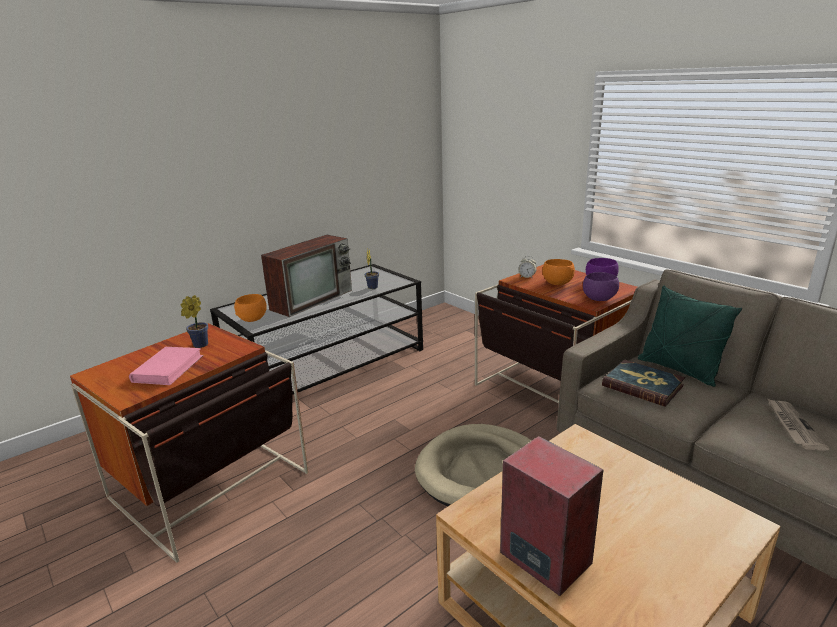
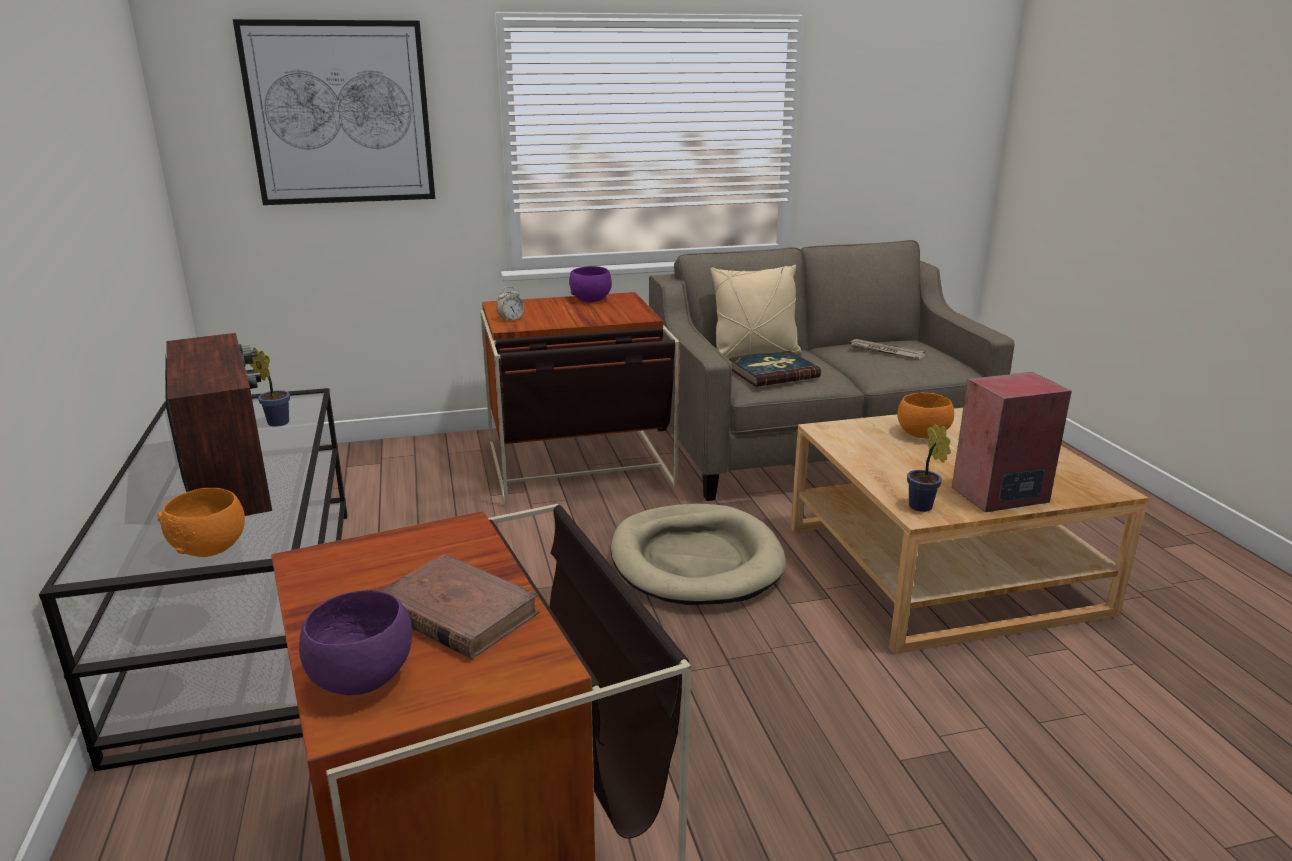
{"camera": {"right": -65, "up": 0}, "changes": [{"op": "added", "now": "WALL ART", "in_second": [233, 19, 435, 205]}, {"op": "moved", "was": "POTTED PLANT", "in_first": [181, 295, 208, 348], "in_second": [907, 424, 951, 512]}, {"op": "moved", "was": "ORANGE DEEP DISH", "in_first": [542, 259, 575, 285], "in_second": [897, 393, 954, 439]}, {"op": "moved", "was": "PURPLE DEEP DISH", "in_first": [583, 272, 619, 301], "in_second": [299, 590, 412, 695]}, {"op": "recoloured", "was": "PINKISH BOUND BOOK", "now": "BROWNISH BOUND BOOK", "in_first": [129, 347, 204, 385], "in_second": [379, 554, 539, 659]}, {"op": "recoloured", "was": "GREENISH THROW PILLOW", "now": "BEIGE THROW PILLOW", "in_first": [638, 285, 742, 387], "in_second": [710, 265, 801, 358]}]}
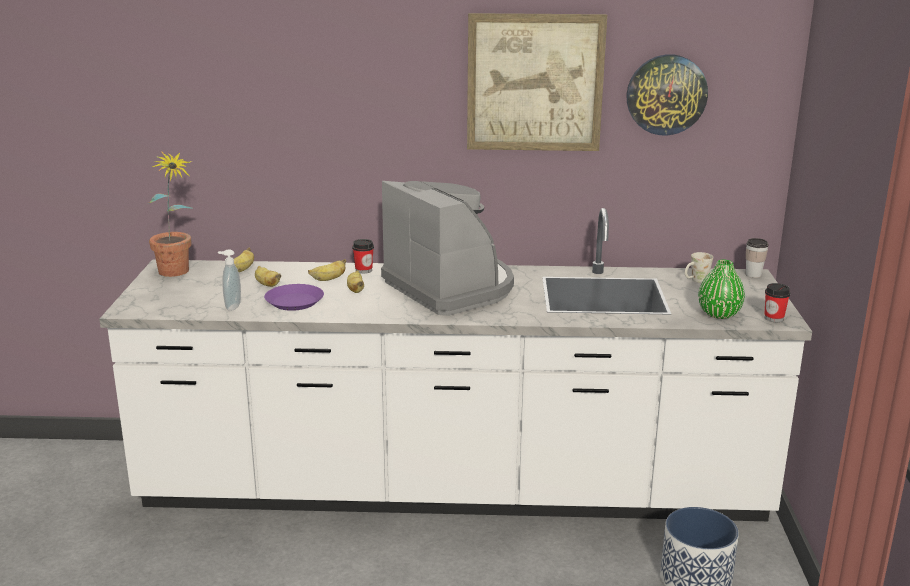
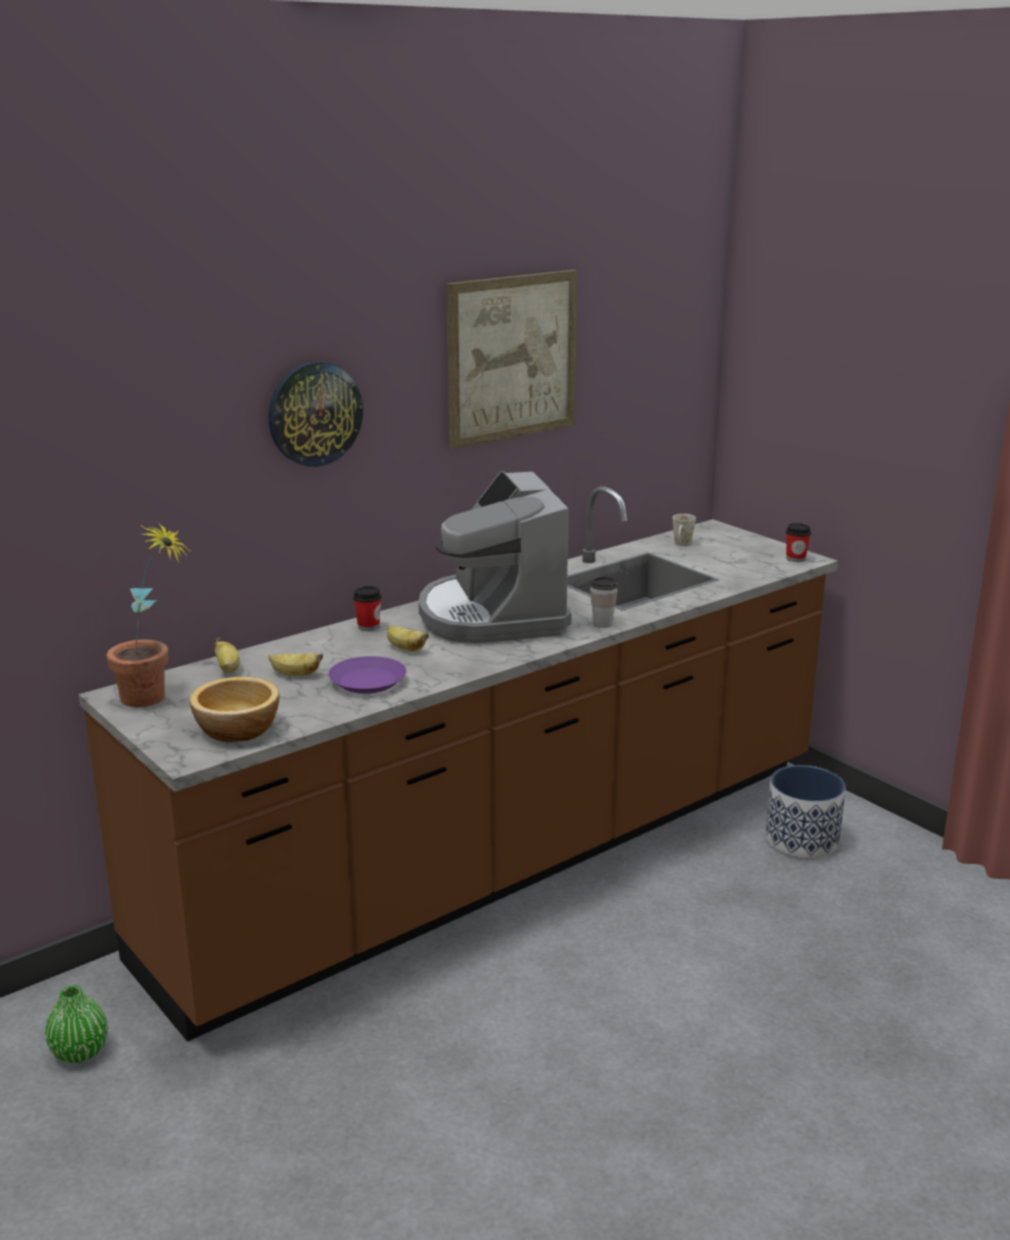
{"camera": {"right": -40, "up": 0}, "changes": [{"op": "removed", "was": "SOAP DISPENSER", "in_first": [218, 249, 241, 311]}, {"op": "removed", "was": "BANANA FRUIT", "in_first": [308, 259, 346, 281]}, {"op": "added", "now": "DEEP DISH", "in_second": [190, 677, 279, 742]}, {"op": "moved", "was": "WALL CLOCK", "in_first": [626, 54, 708, 135], "in_second": [268, 362, 363, 467]}, {"op": "moved", "was": "GREENISH DECORATIVE VASE", "in_first": [698, 260, 745, 319], "in_second": [45, 986, 108, 1063]}, {"op": "moved", "was": "DRINKING CUP", "in_first": [746, 238, 769, 278], "in_second": [590, 577, 618, 628]}, {"op": "recoloured", "was": "WHITE-COLOURED COUNTER", "now": "BROWNISH COUNTER", "in_first": [99, 208, 812, 521], "in_second": [79, 486, 838, 1042]}, {"op": "turned", "was": "COFFEE BREWER", "in_first": [381, 181, 514, 316], "in_second": [419, 471, 572, 643], "clockwise": -120}]}
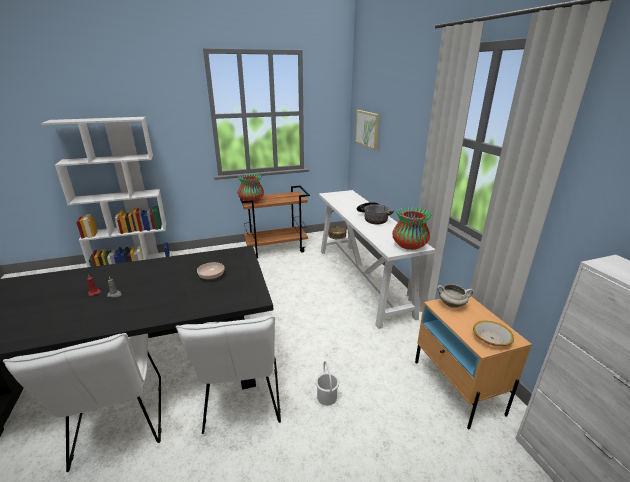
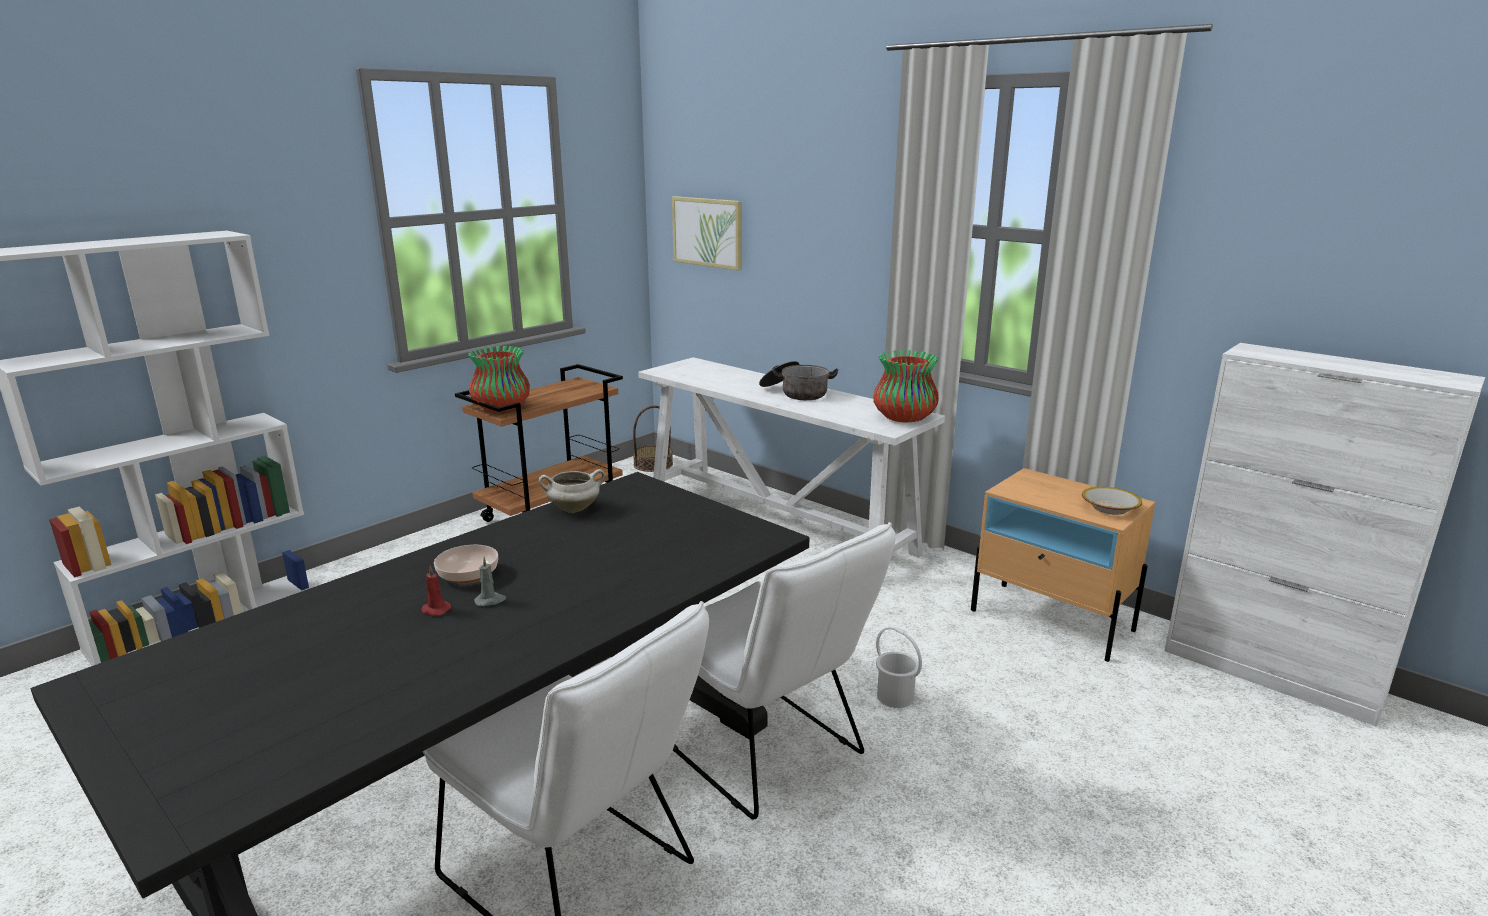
{"camera": {"right": -30, "up": -5}, "changes": [{"op": "moved", "was": "DEEP DISH", "in_first": [197, 262, 224, 280], "in_second": [434, 545, 498, 584]}, {"op": "moved", "was": "WHITE-COLOURED SAUCEPOT", "in_first": [437, 284, 473, 308], "in_second": [539, 469, 605, 513]}]}
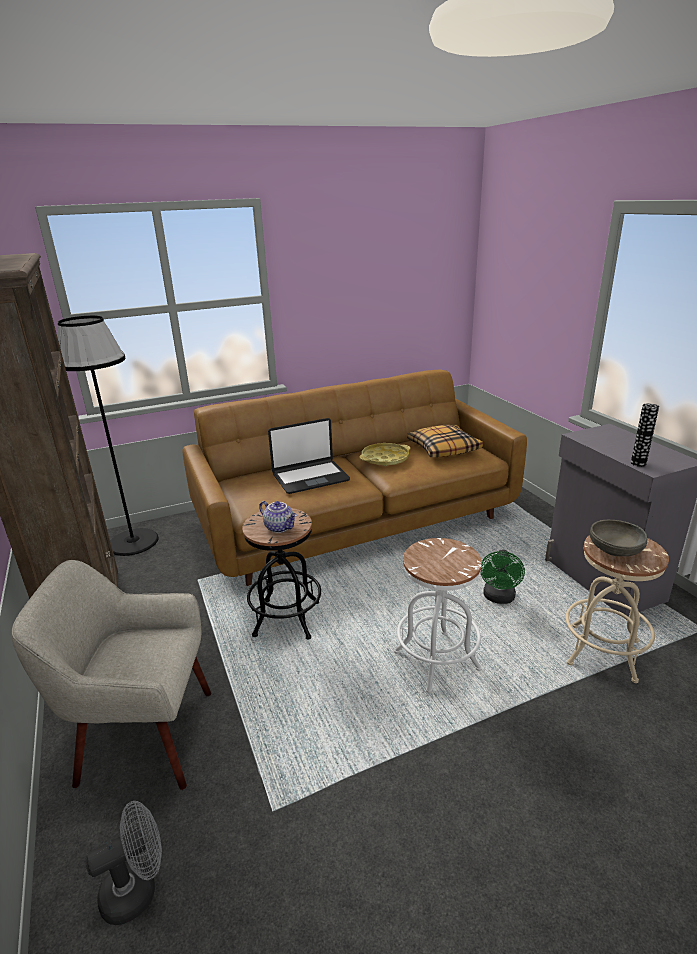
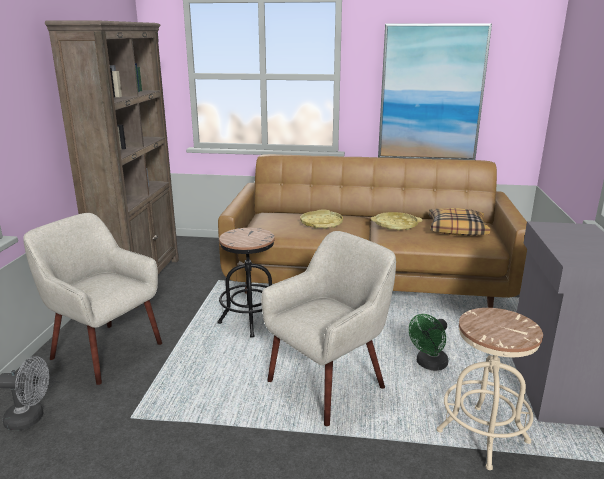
{"camera": {"right": 30, "up": -5}, "changes": [{"op": "removed", "was": "BLACKISH STANDARD LAMP", "in_first": [57, 316, 158, 556]}, {"op": "removed", "was": "TEA POT", "in_first": [259, 501, 297, 533]}, {"op": "removed", "was": "GREYISH DEEP DISH", "in_first": [590, 520, 648, 556]}, {"op": "removed", "was": "DECORATIVE VASE", "in_first": [631, 403, 659, 467]}, {"op": "added", "now": "WALL ART", "in_second": [378, 23, 492, 160]}, {"op": "replaced", "was": "LAPTOP", "now": "YELLOWISH TRAY", "in_first": [268, 418, 350, 494], "in_second": [300, 210, 343, 229]}, {"op": "replaced", "was": "WHITE-COLOURED SITTING STOOL", "now": "BEIGE EASY CHAIR", "in_first": [394, 538, 482, 693], "in_second": [261, 231, 396, 426]}]}
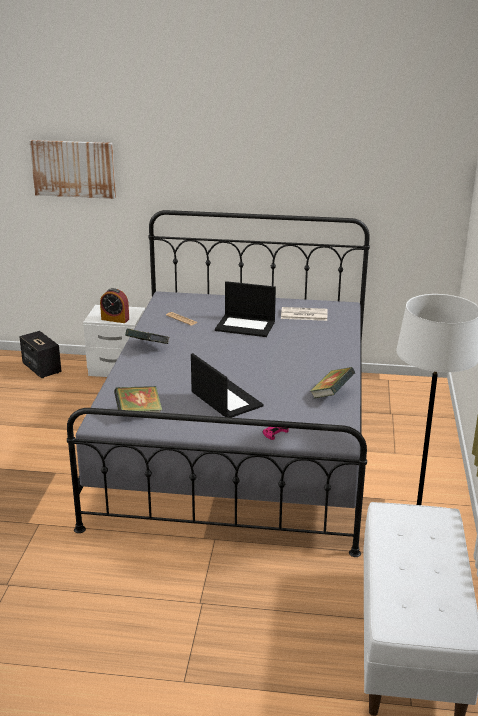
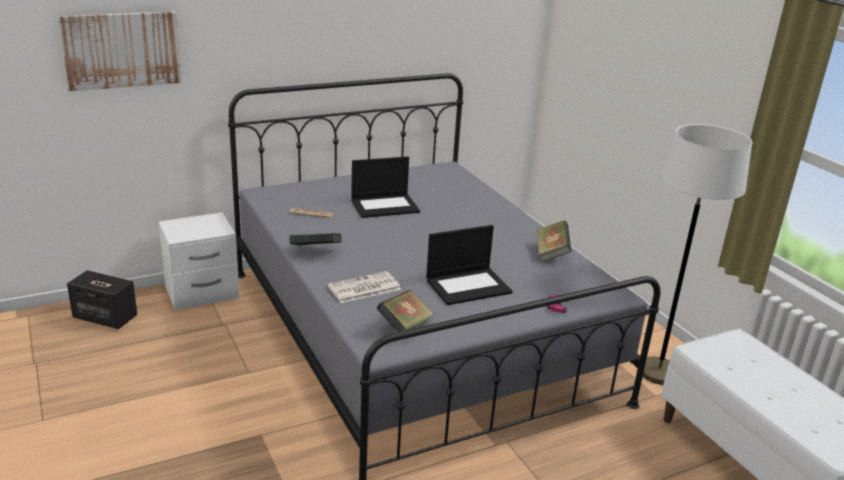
{"camera": {"right": -35, "up": 0}, "changes": [{"op": "removed", "was": "TABLE CLOCK", "in_first": [100, 288, 129, 323]}, {"op": "moved", "was": "DAILY PAPER", "in_first": [281, 307, 327, 321], "in_second": [328, 271, 401, 303]}, {"op": "turned", "was": "LAPTOP", "in_first": [191, 353, 264, 418], "in_second": [426, 225, 513, 305], "clockwise": 135}]}
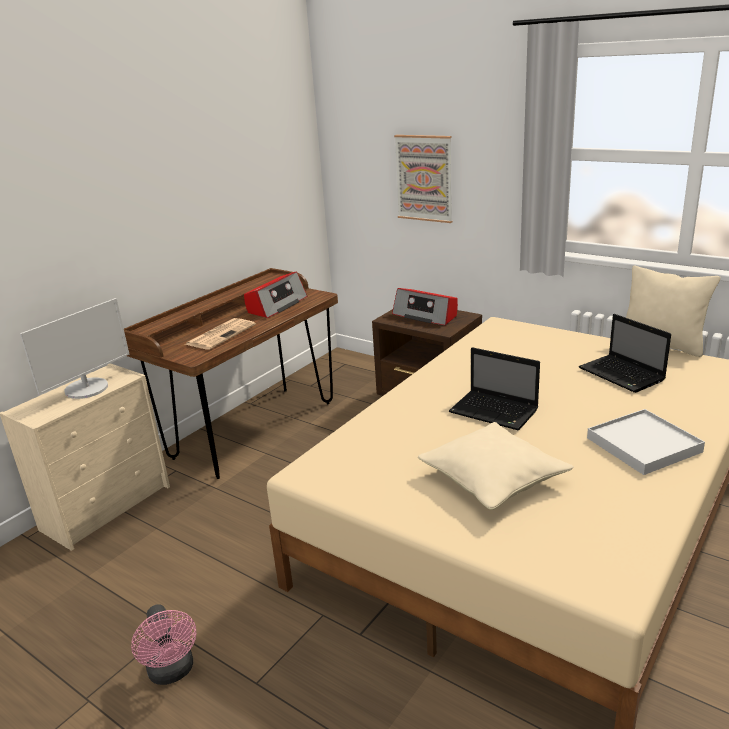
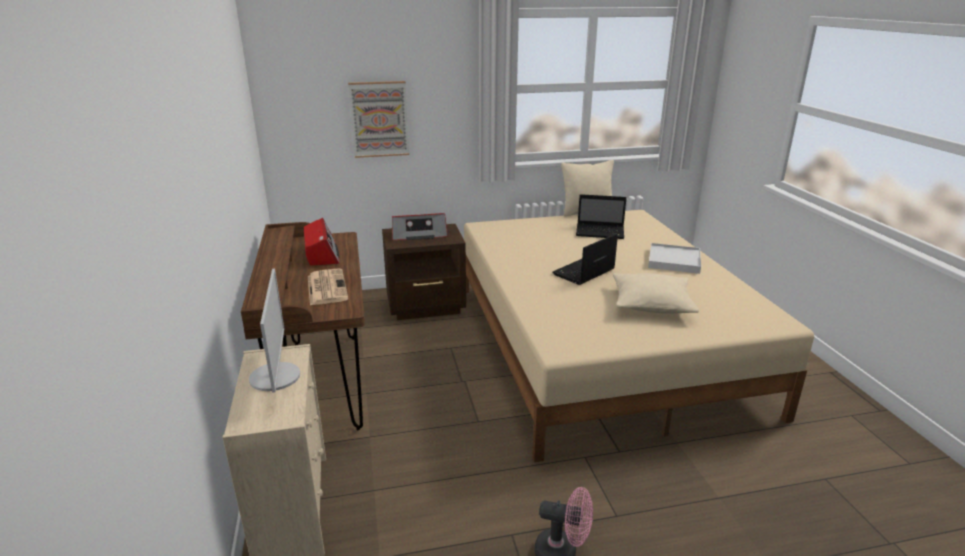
{"camera": {"right": -50, "up": 0}, "changes": [{"op": "turned", "was": "LAPTOP", "in_first": [449, 347, 540, 431], "in_second": [553, 233, 618, 285], "clockwise": 150}]}
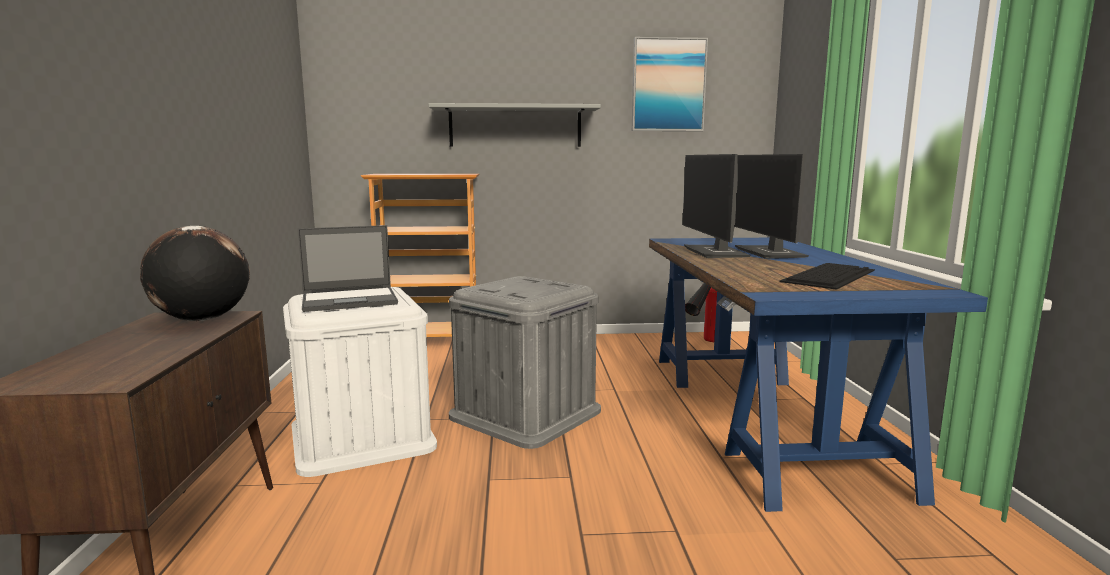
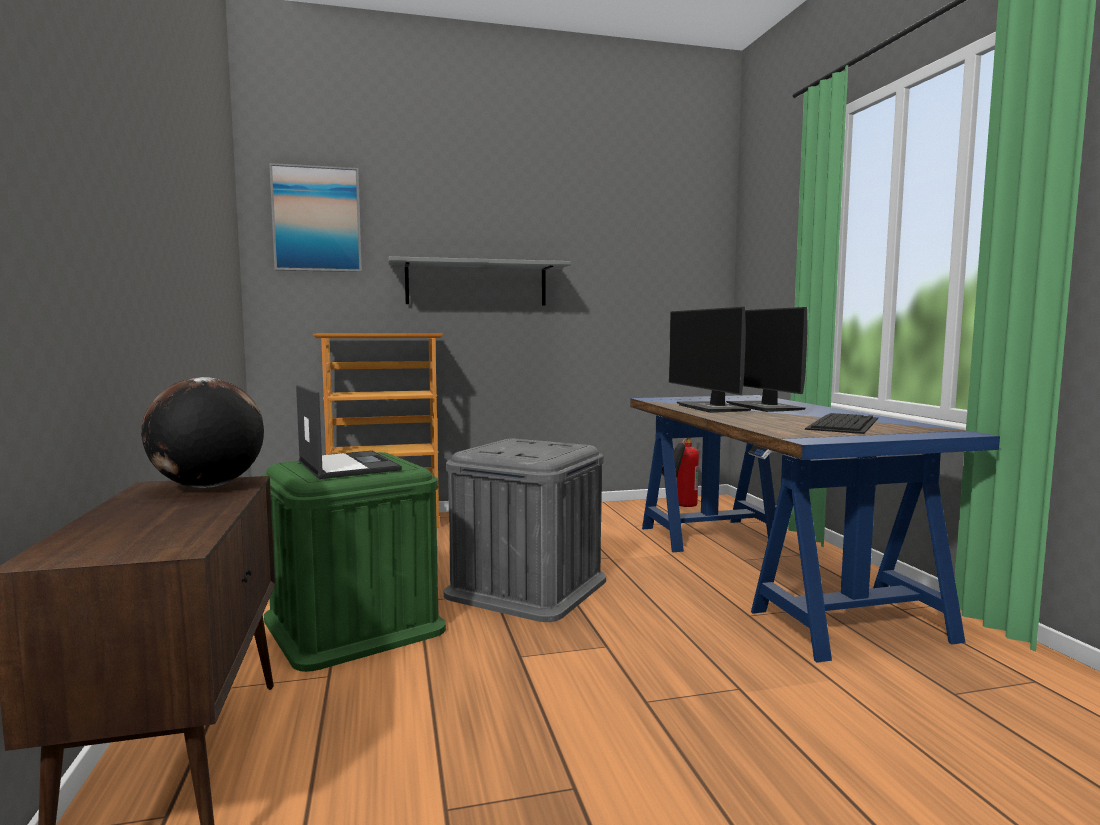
{"camera": {"right": -10, "up": -5}, "changes": [{"op": "moved", "was": "WALL ART", "in_first": [632, 37, 708, 131], "in_second": [269, 163, 362, 272]}, {"op": "recoloured", "was": "WHITE-COLOURED STORAGE BIN", "now": "GREENISH STORAGE BIN", "in_first": [283, 287, 437, 477], "in_second": [261, 452, 446, 672]}, {"op": "turned", "was": "LAPTOP", "in_first": [298, 225, 398, 312], "in_second": [296, 385, 402, 479], "clockwise": -90}]}
